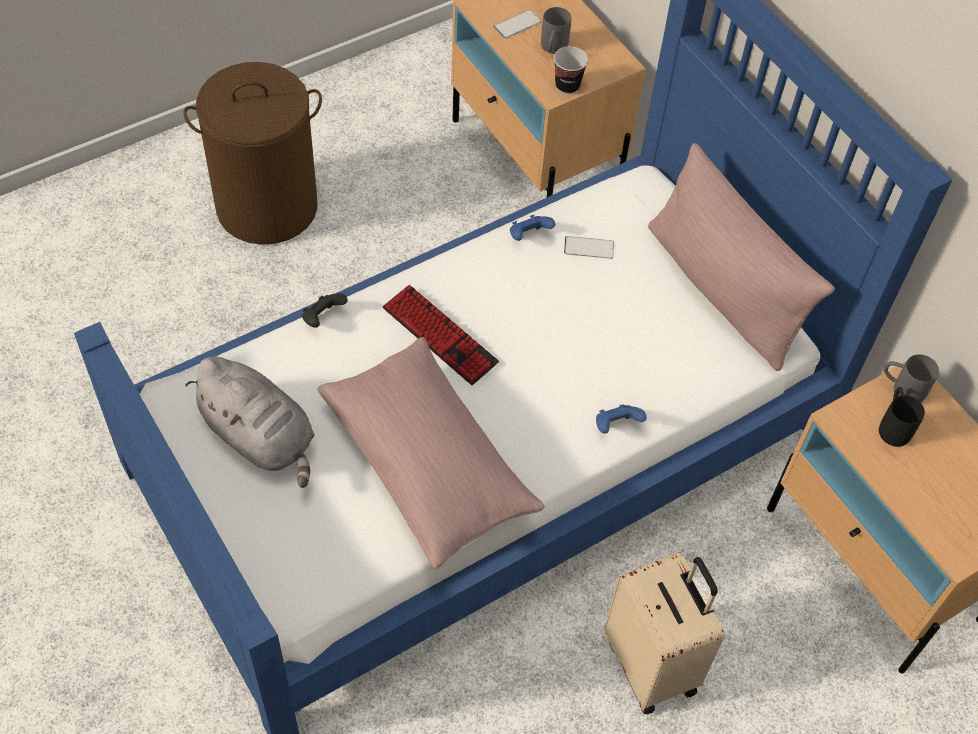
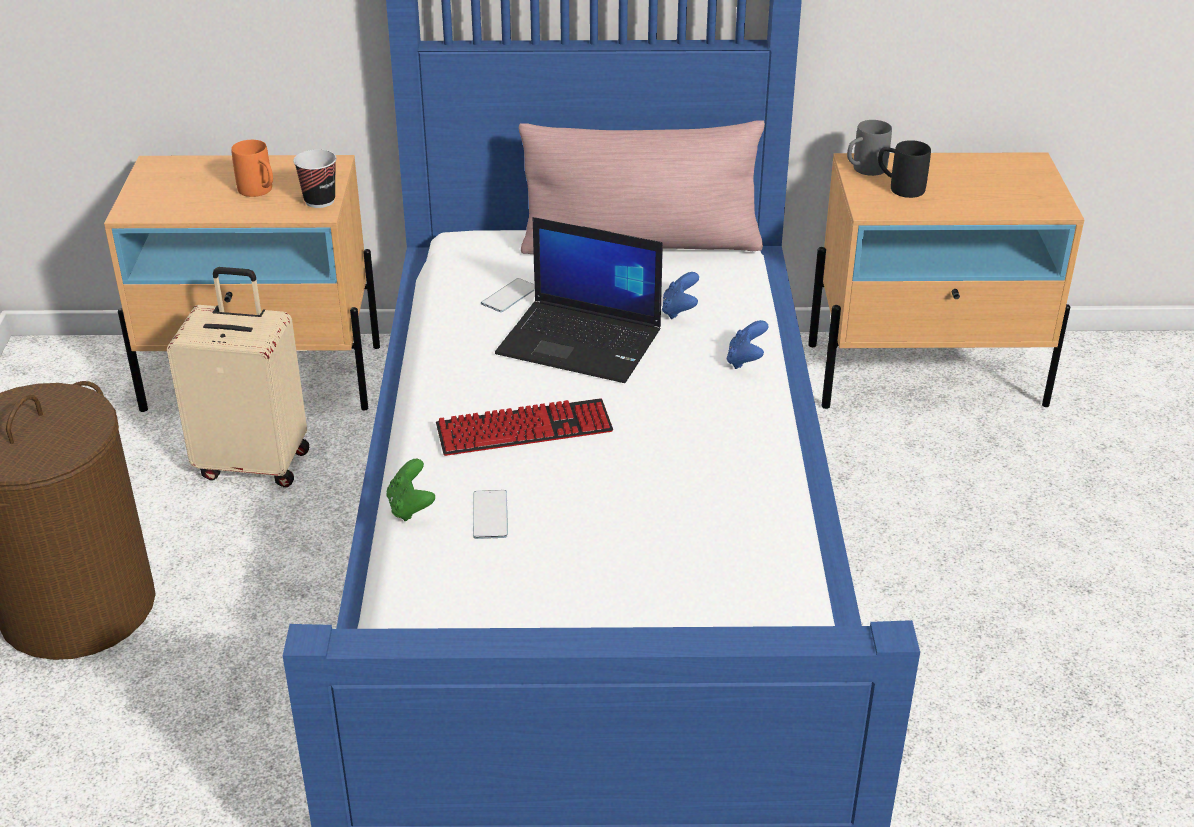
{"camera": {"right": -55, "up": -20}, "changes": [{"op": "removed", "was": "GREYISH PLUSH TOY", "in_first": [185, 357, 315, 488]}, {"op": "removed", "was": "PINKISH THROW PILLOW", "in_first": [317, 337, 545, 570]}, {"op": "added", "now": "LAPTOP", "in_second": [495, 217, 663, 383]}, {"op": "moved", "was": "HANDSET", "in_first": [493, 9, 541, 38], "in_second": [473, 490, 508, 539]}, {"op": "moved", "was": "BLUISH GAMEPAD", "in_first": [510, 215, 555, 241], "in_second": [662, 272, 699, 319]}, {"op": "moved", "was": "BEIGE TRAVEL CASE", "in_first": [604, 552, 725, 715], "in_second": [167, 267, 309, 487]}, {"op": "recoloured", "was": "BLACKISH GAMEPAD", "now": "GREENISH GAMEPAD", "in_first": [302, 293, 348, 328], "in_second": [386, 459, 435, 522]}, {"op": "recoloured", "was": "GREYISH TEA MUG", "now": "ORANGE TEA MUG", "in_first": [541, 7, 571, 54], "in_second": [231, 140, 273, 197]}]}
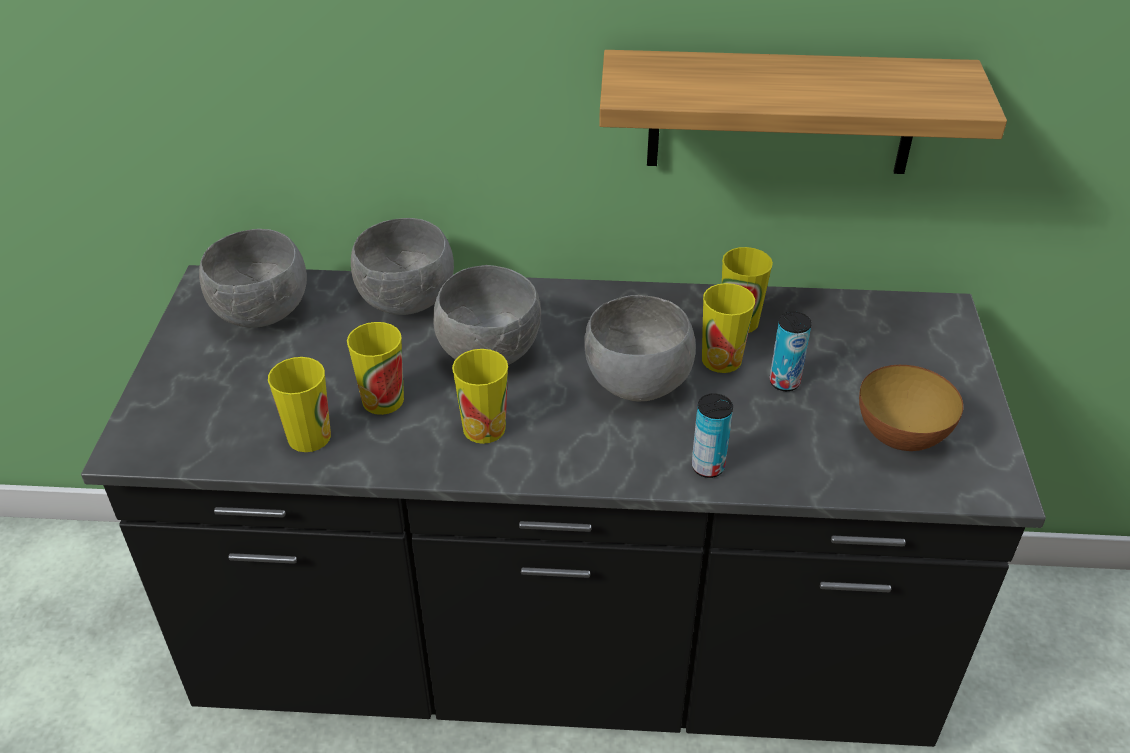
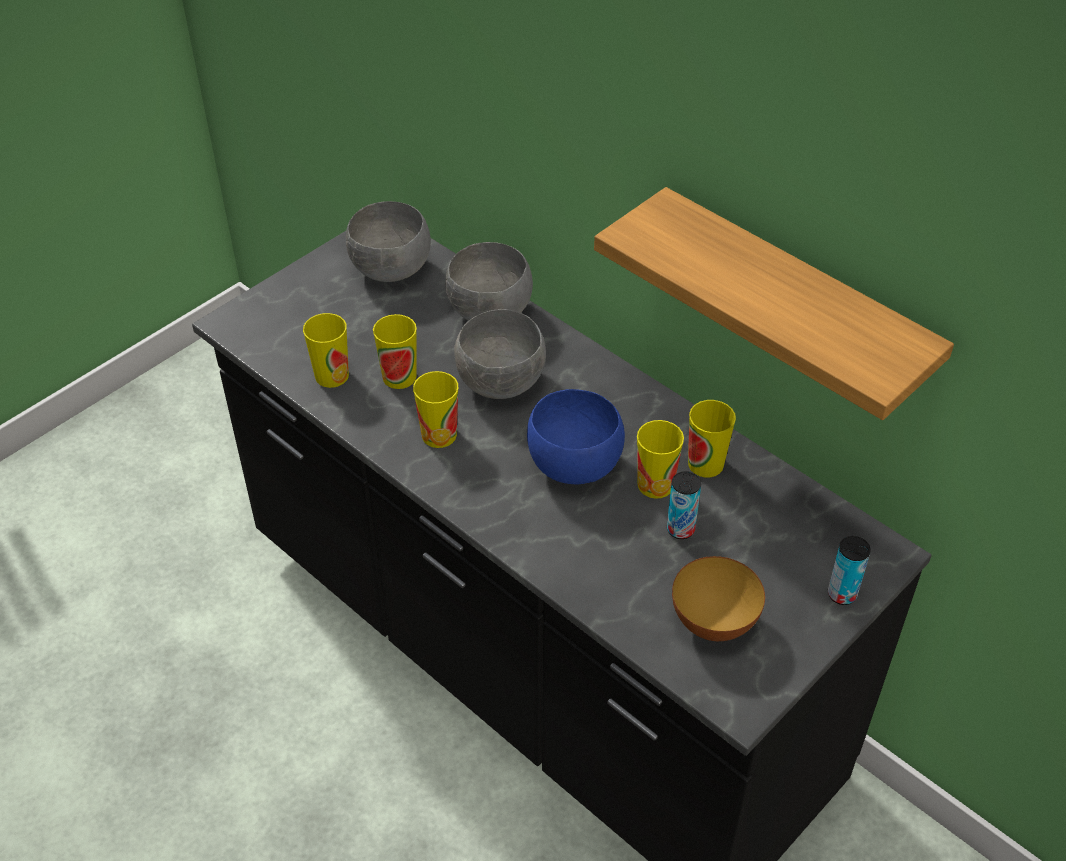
{"camera": {"right": 40, "up": 5}, "changes": [{"op": "moved", "was": "SEALED CAN", "in_first": [692, 393, 733, 478], "in_second": [828, 536, 871, 605]}, {"op": "recoloured", "was": "GREYISH DEEP DISH", "now": "BLUISH DEEP DISH", "in_first": [584, 295, 696, 401], "in_second": [527, 389, 625, 485]}]}
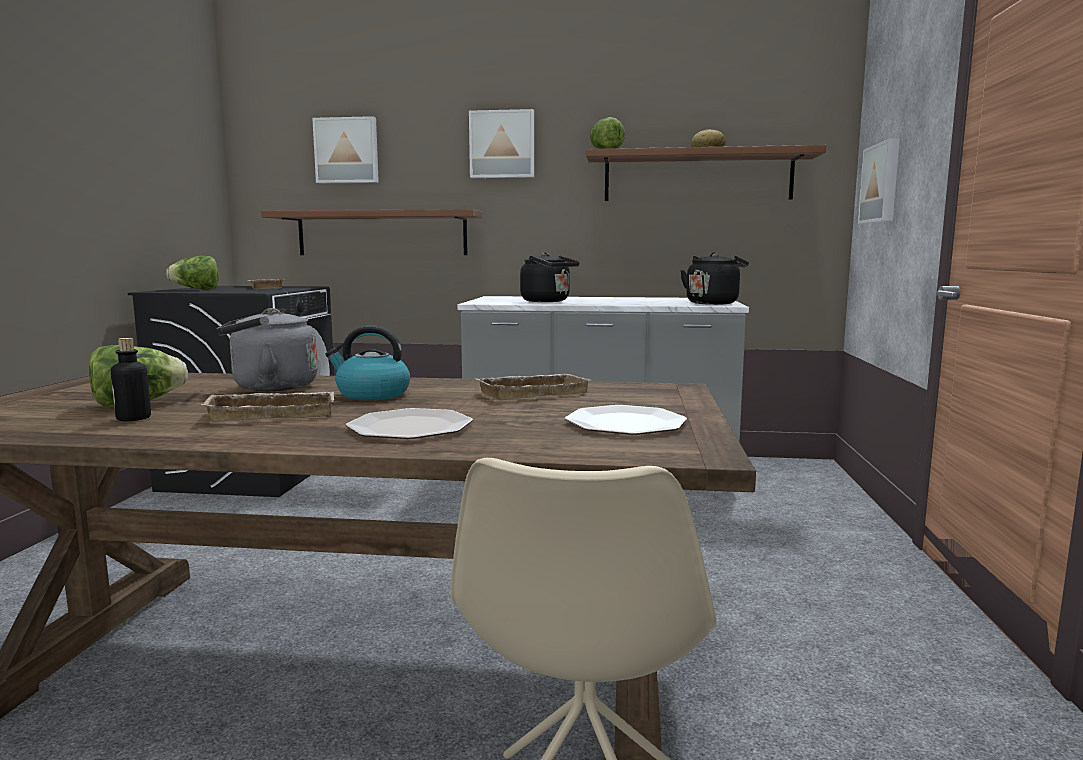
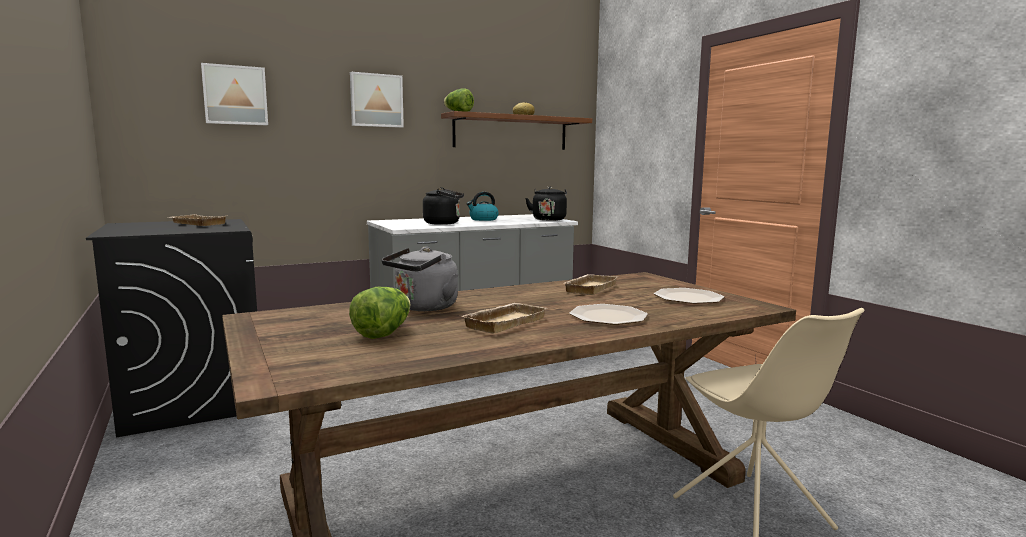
{"camera": {"right": -35, "up": 0}, "changes": [{"op": "removed", "was": "BOTTLE", "in_first": [111, 338, 151, 421]}, {"op": "removed", "was": "LETTUCE", "in_first": [166, 256, 219, 289]}, {"op": "removed", "was": "BROWNISH SHELF", "in_first": [261, 209, 483, 255]}, {"op": "removed", "was": "WALL ART", "in_first": [858, 138, 900, 224]}, {"op": "moved", "was": "TEA KETTLE", "in_first": [326, 325, 410, 400], "in_second": [467, 192, 499, 221]}]}
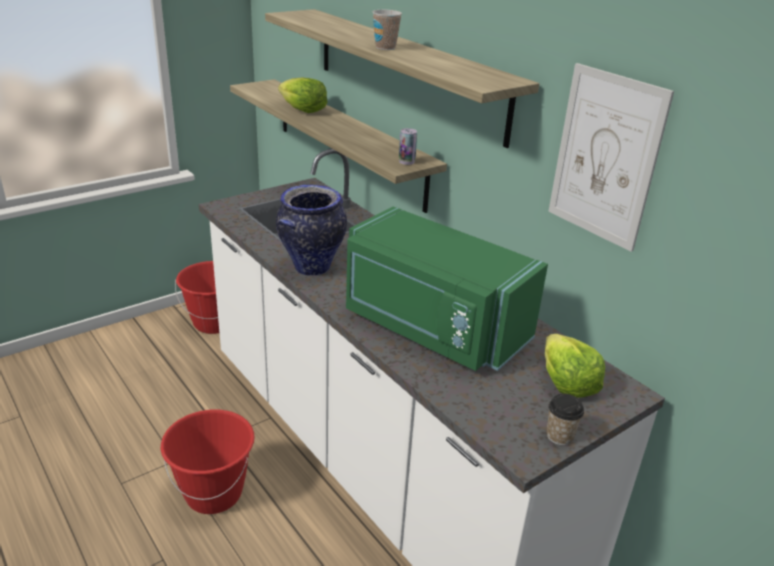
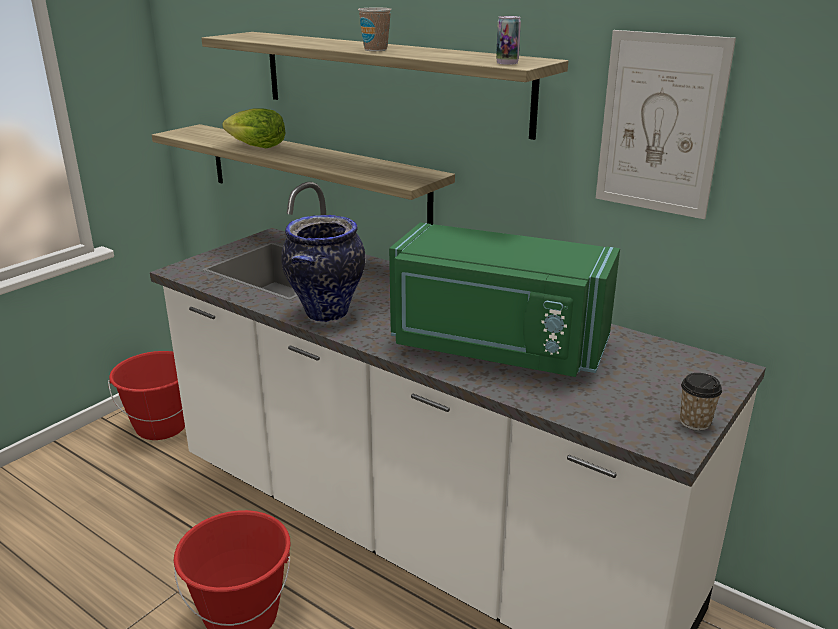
{"camera": {"right": -15, "up": -5}, "changes": [{"op": "removed", "was": "LETTUCE", "in_first": [545, 334, 605, 398]}, {"op": "moved", "was": "SEALED CAN", "in_first": [399, 128, 417, 165], "in_second": [496, 16, 521, 65]}]}
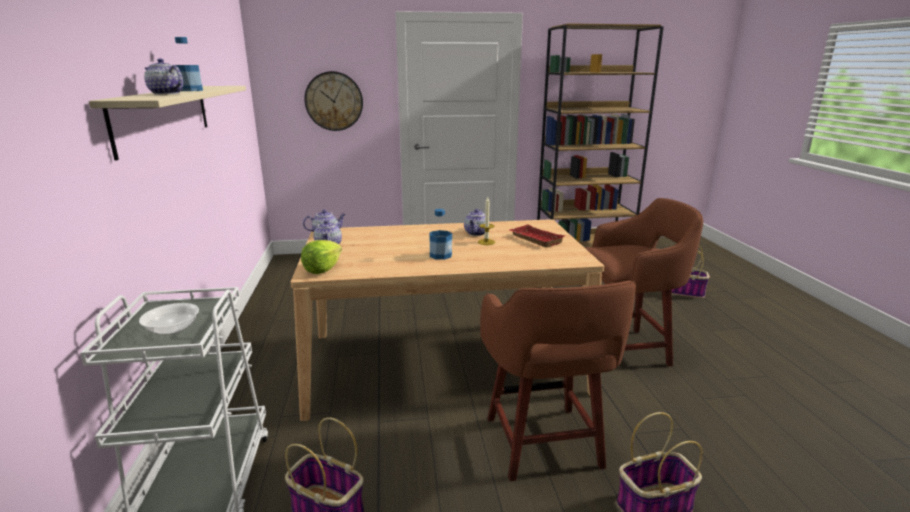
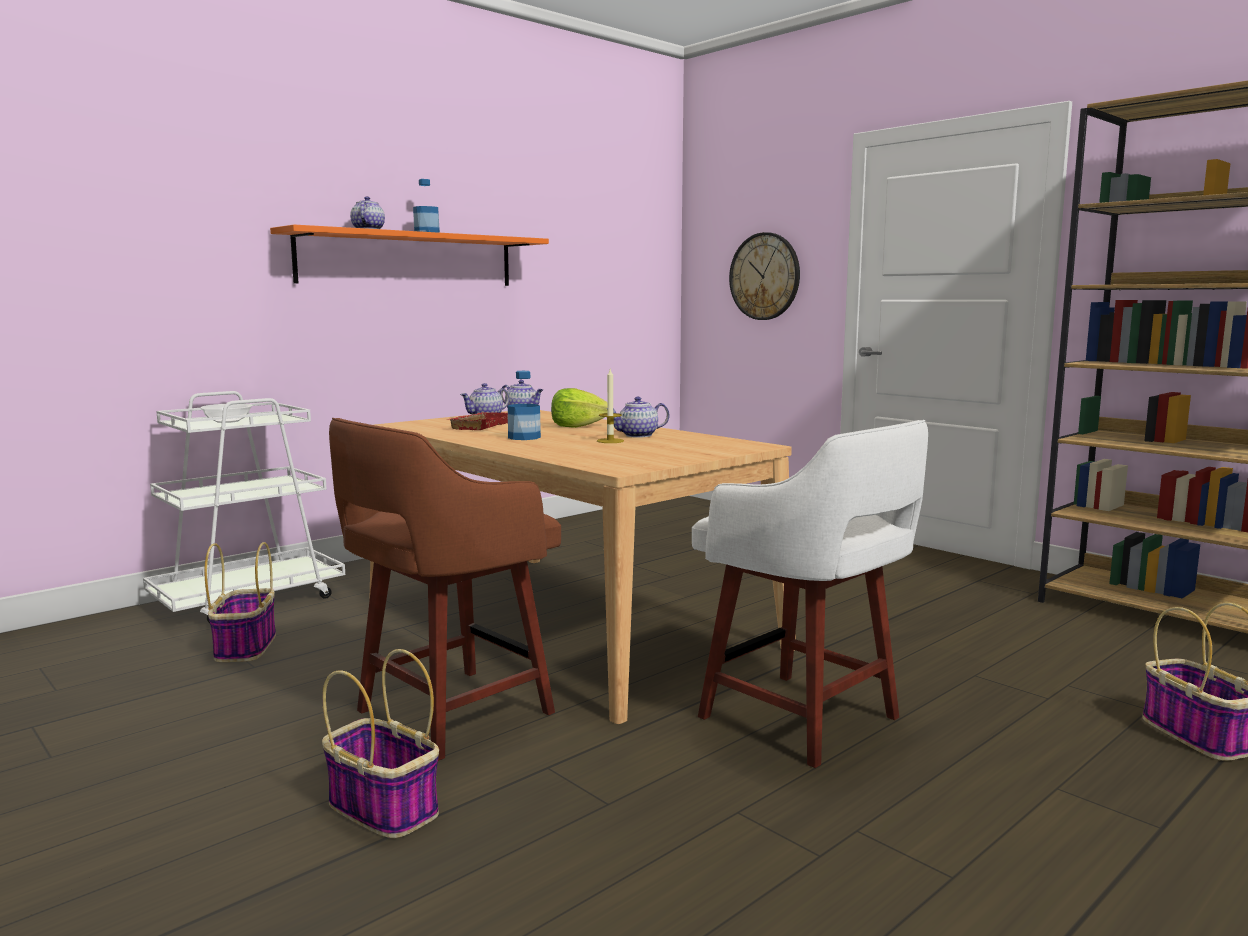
{"camera": {"right": 55, "up": -10}, "changes": [{"op": "moved", "was": "LETTUCE", "in_first": [301, 240, 342, 274], "in_second": [551, 388, 607, 428]}, {"op": "moved", "was": "RED-COLOURED TRAY", "in_first": [509, 225, 566, 247], "in_second": [449, 412, 508, 430]}, {"op": "recoloured", "was": "BEIGE SHELF", "now": "ORANGE SHELF", "in_first": [89, 86, 246, 161], "in_second": [270, 225, 549, 286]}, {"op": "recoloured", "was": "BROWNISH SITTING STOOL", "now": "WHITE-COLOURED SITTING STOOL", "in_first": [585, 198, 703, 372], "in_second": [692, 420, 928, 768]}]}
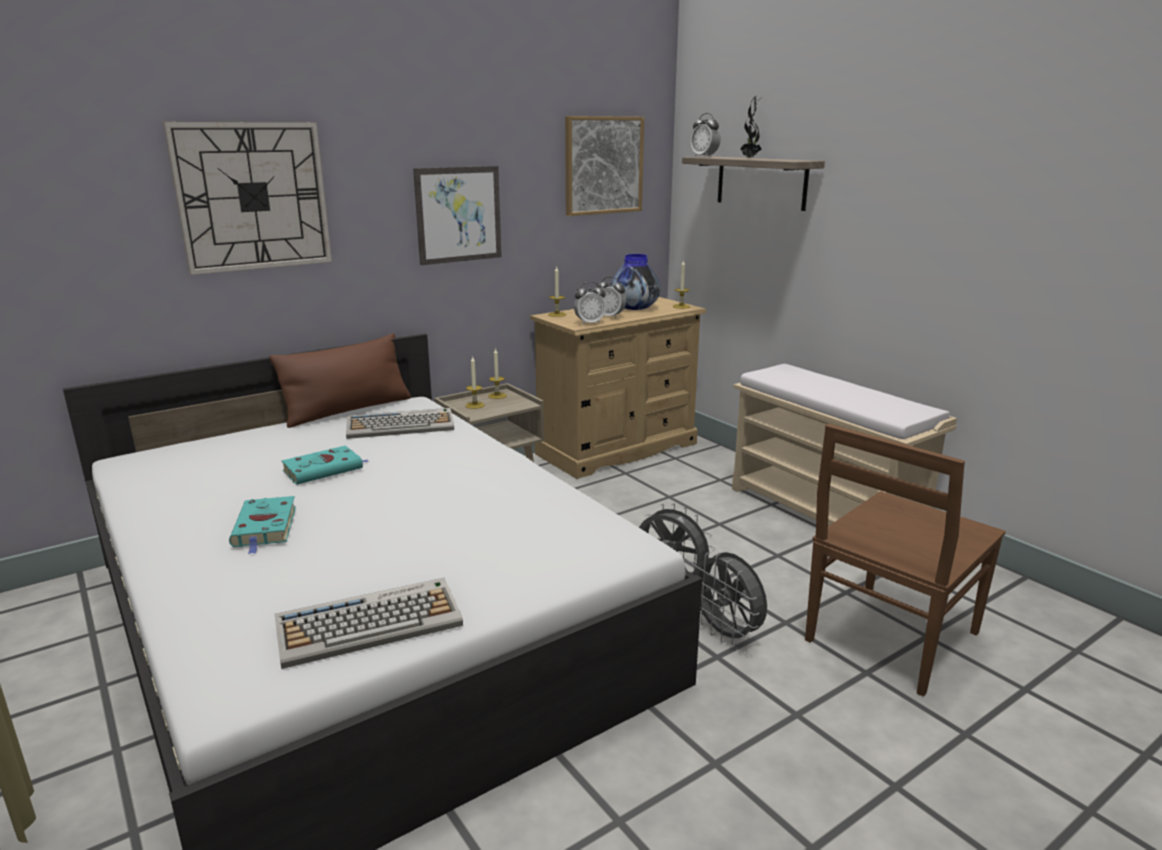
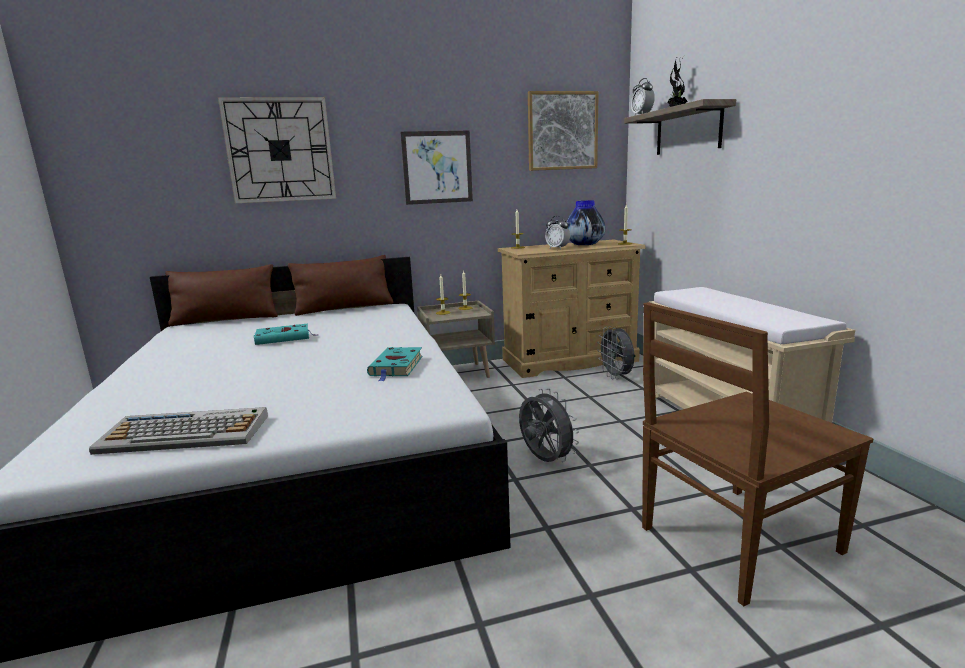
{"camera": {"right": 20, "up": -5}, "changes": [{"op": "removed", "was": "KEYBOARD", "in_first": [346, 408, 454, 439]}, {"op": "removed", "was": "TABLE CLOCK", "in_first": [574, 282, 606, 325]}, {"op": "added", "now": "BROWNISH THROW PILLOW", "in_second": [165, 264, 278, 326]}, {"op": "moved", "was": "TURQUOISE BOUND BOOK", "in_first": [229, 496, 296, 554], "in_second": [367, 347, 423, 381]}, {"op": "moved", "was": "GREYISH FAN", "in_first": [690, 552, 767, 645], "in_second": [597, 326, 634, 379]}]}
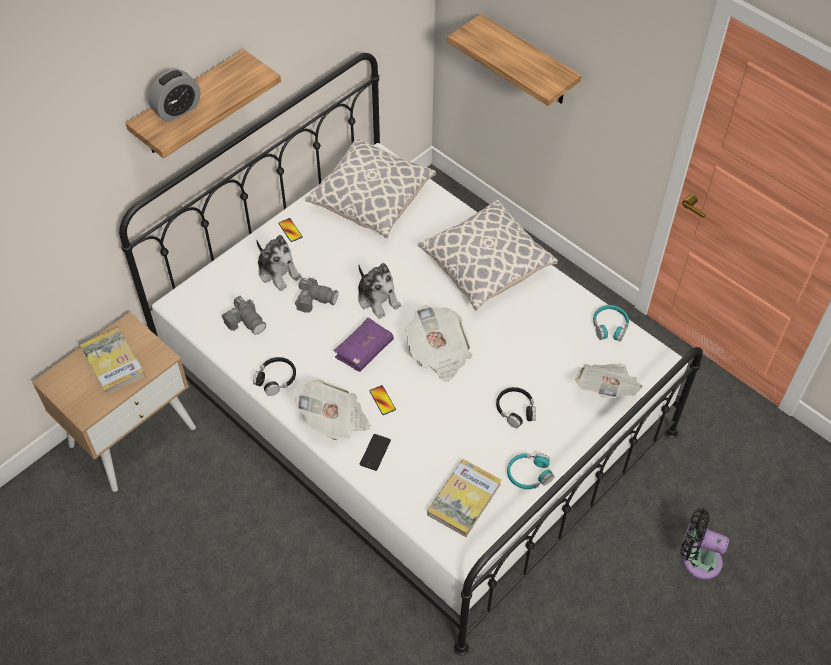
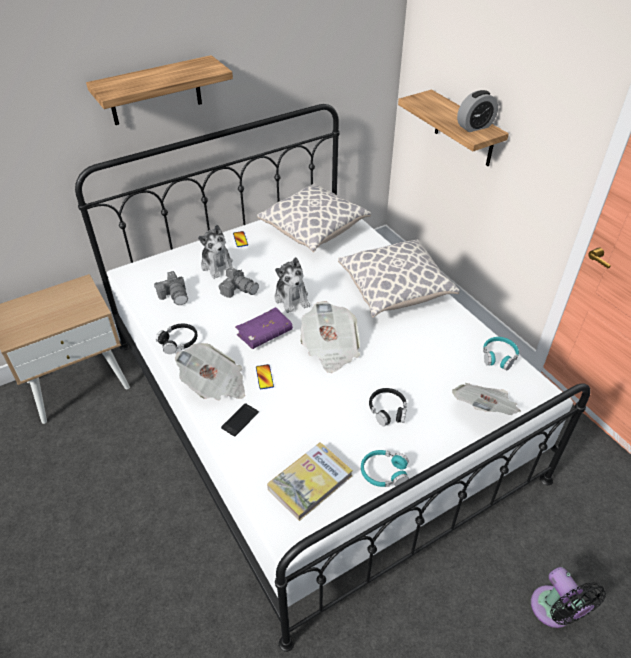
{"camera": {"right": 15, "up": -10}, "changes": [{"op": "removed", "was": "BOUND BOOK", "in_first": [80, 328, 145, 395]}, {"op": "moved", "was": "TABLE CLOCK", "in_first": [148, 69, 201, 122], "in_second": [457, 90, 498, 132]}, {"op": "turned", "was": "BLACKISH FAN", "in_first": [680, 508, 729, 580], "in_second": [531, 567, 606, 628], "clockwise": -150}]}
